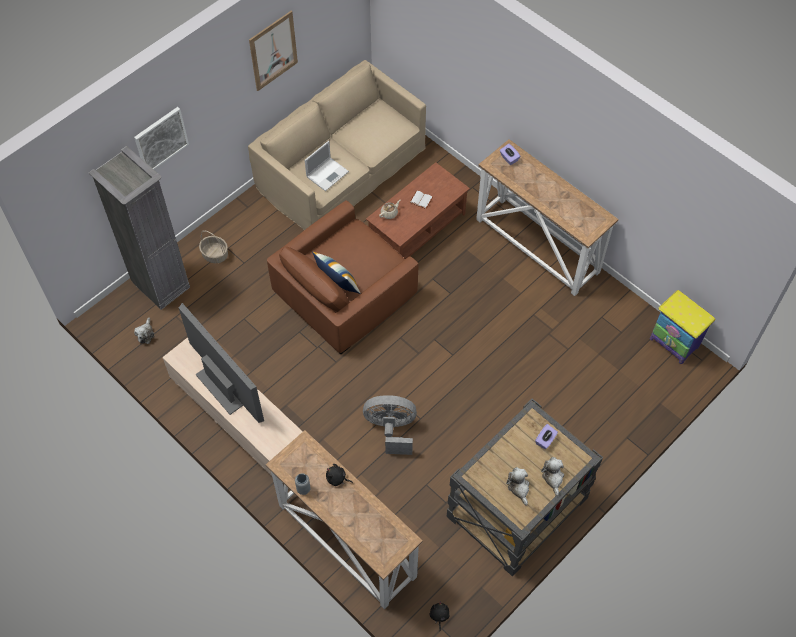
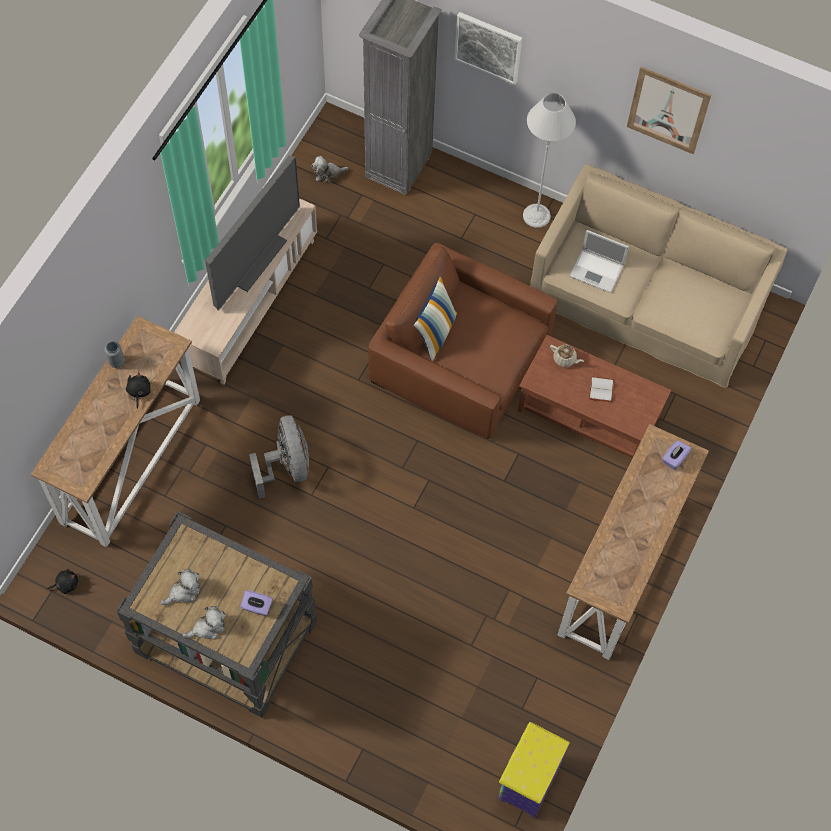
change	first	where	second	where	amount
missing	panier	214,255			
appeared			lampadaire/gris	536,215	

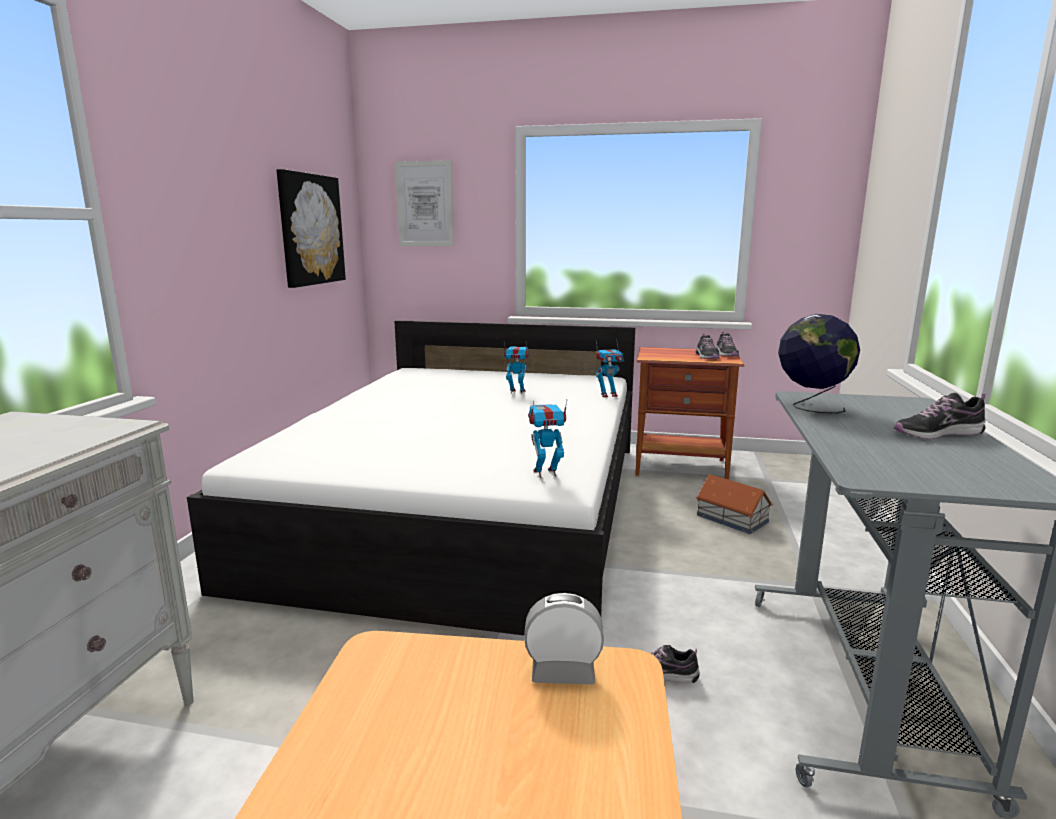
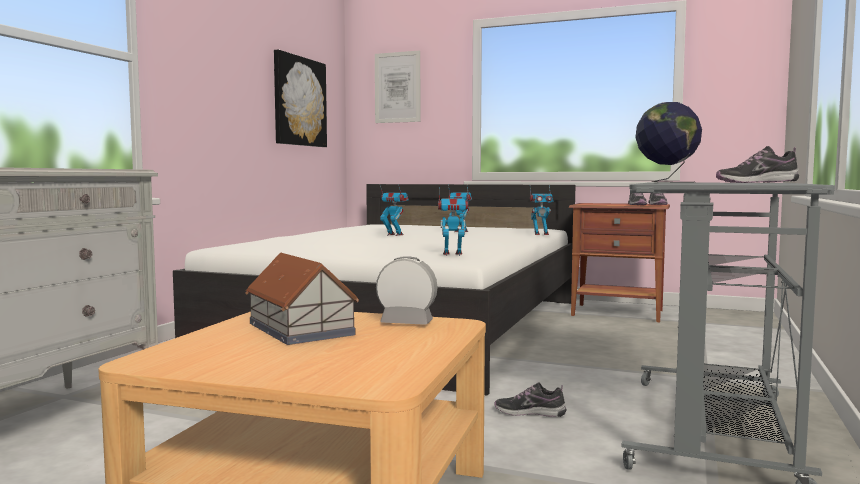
change	first	where	second	where	amount
appeared			robot jouet	394,235	
relocated	maison miniature	732,519		300,329	

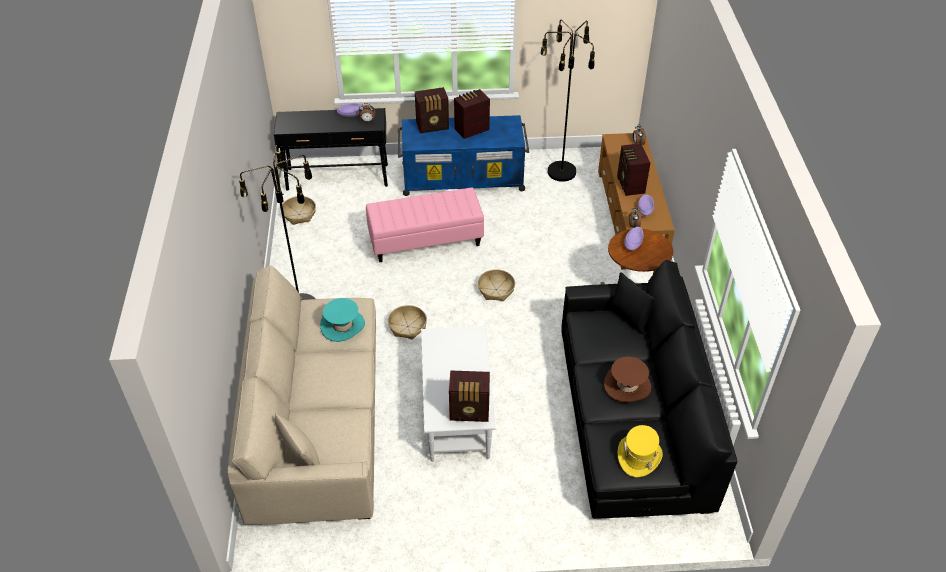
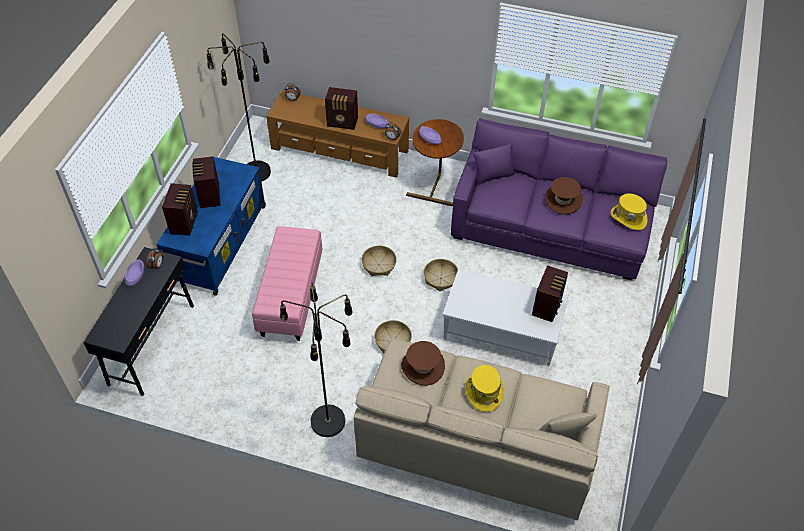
change	first	where	second	where	amount
appeared			chapeau/jaune	483,392	
relocated	panier	299,214		441,278	
colour	chapeau/turquoise	342,325	chapeau/marron	423,367	
colour	canapé/noir	632,419	canapé/violet	551,227	

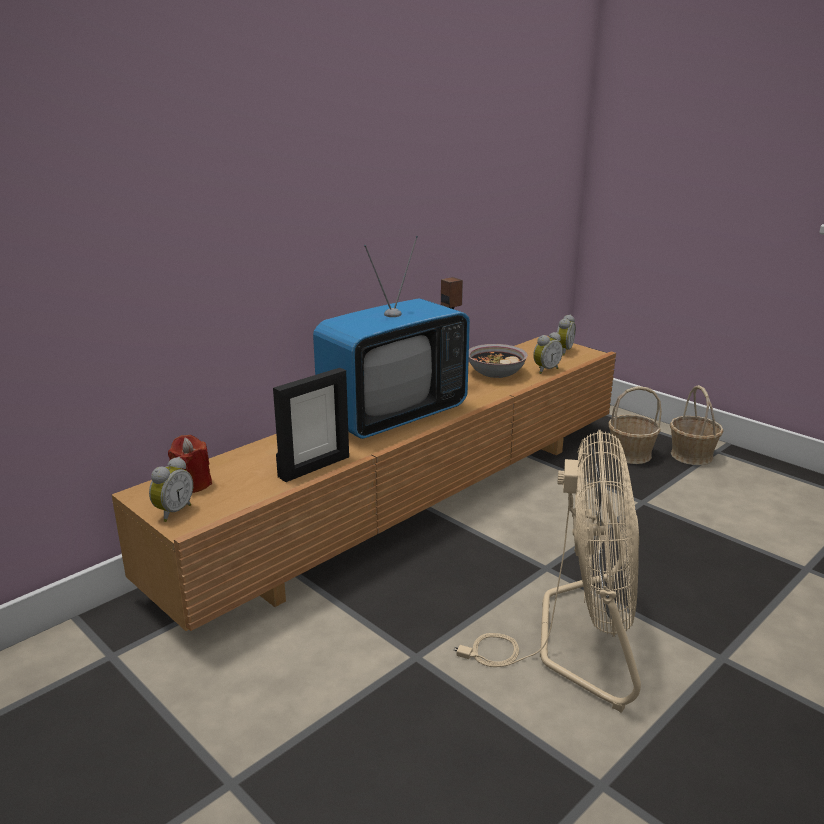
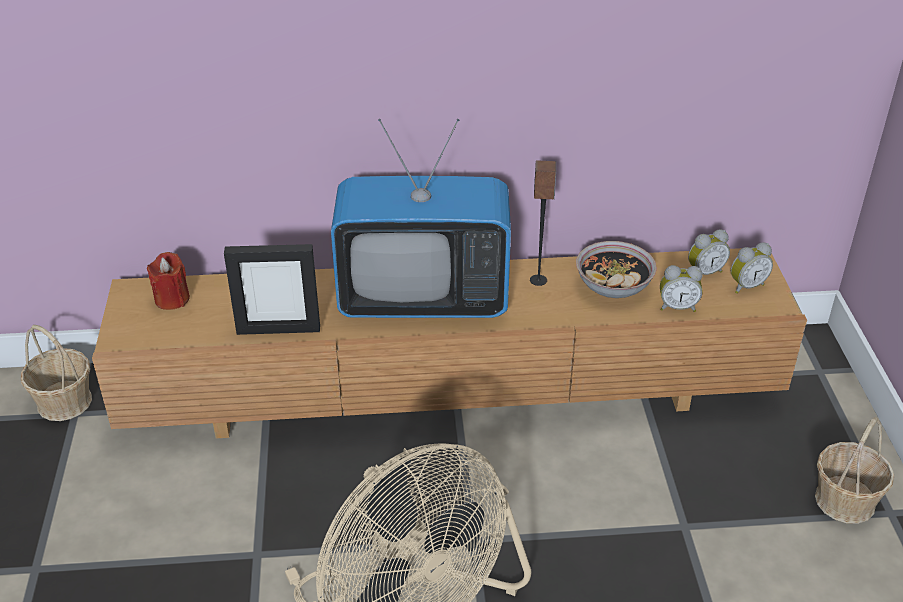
change	first	where	second	where	amount
relocated	réveil	172,512		704,272	
relocated	panier	630,454		64,401	

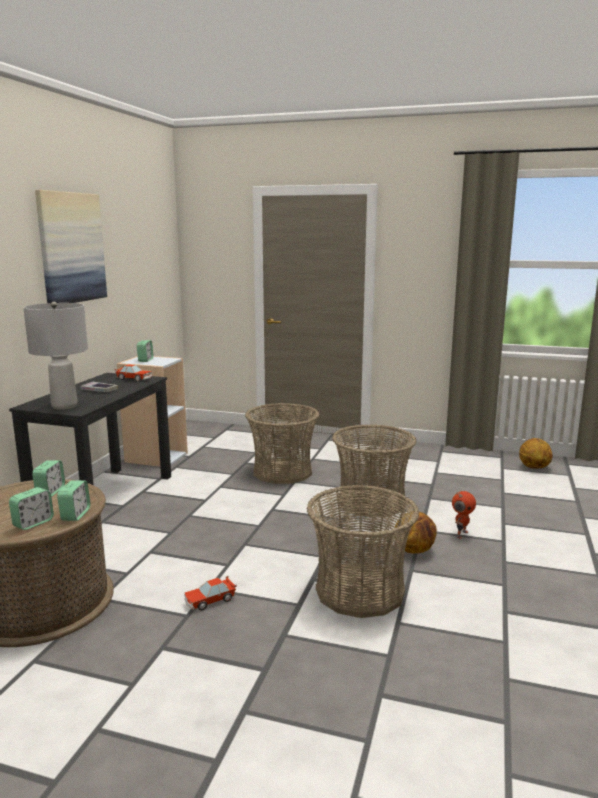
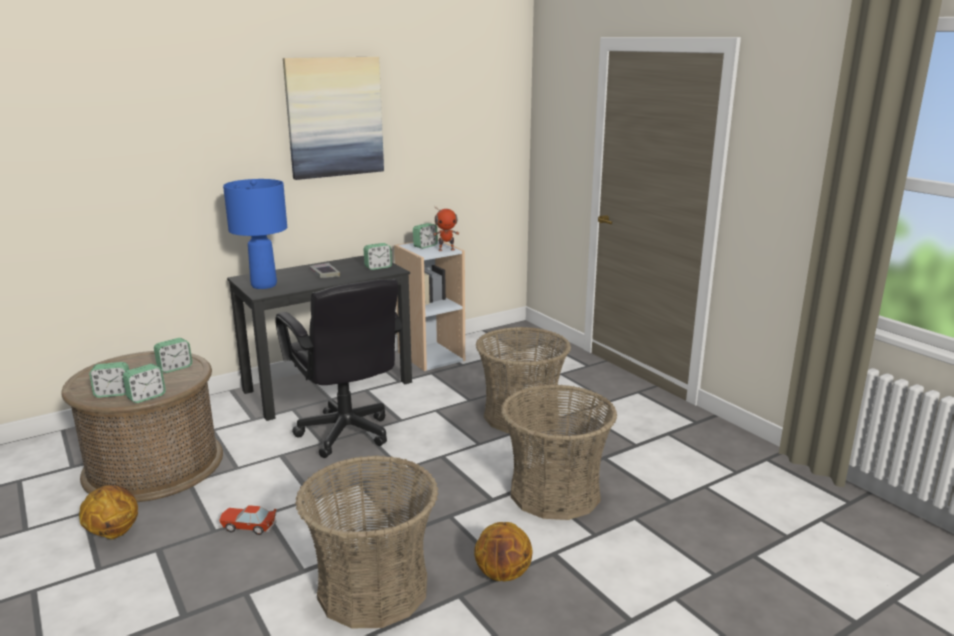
change	first	where	second	where	amount
appeared			chaise de bureau/noir	348,436	
relocated	robot jouet	461,534		446,249	
relocated	ballon de basket	533,467		113,533	
exchanged	petite voiture	134,379	réveil	378,267	
colour	lampe de table/gris	64,406	lampe de table/bleu	263,285	

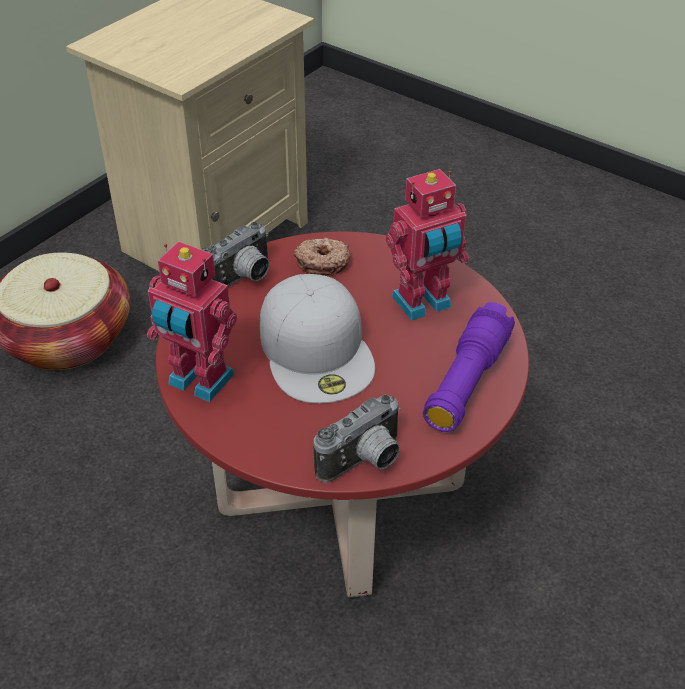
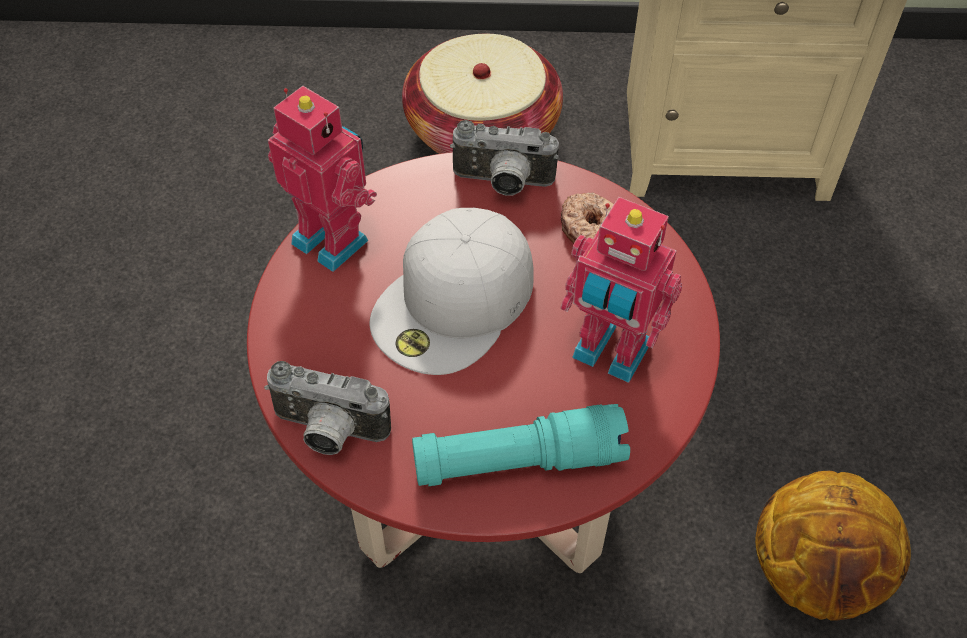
change	first	where	second	where	amount
appeared			ballon de basket	815,574	
colour	lampe de poche/violet	466,381	lampe de poche/turquoise	519,461	
spun	robot jouet	199,382		333,239	135 degrees clockwise

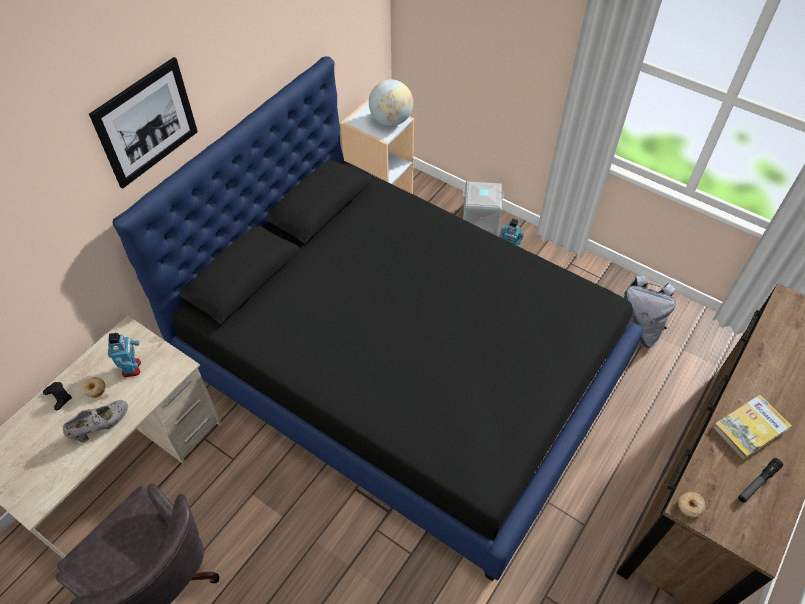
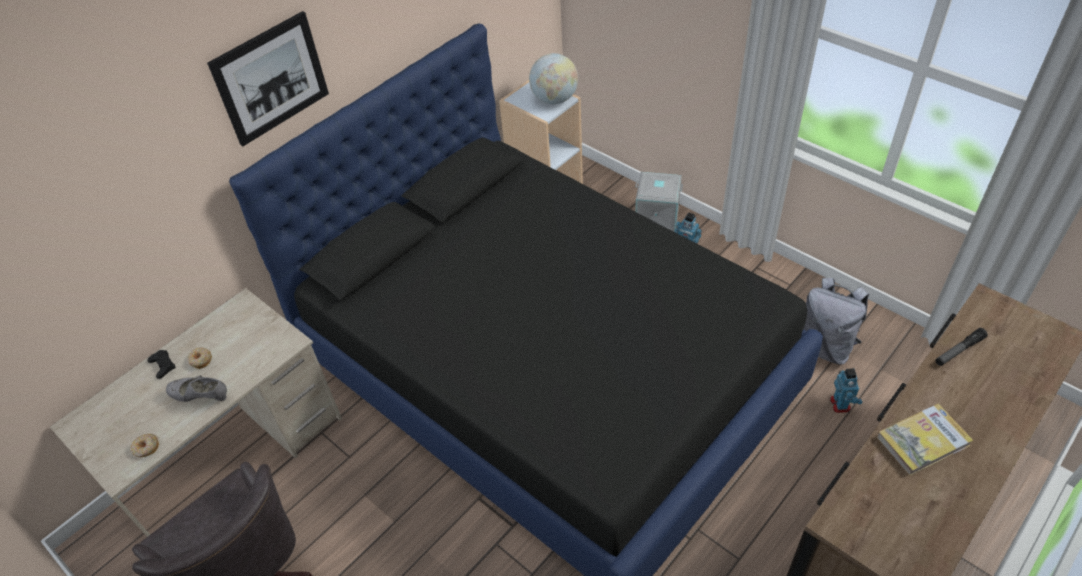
change	first	where	second	where	amount
relocated	robot jouet	132,368		840,404	
relocated	beignet	689,506		146,448	
relocated	lampe de poche	757,483		959,350	
spun	chaussure/gris	101,426		201,397	135 degrees counterclockwise

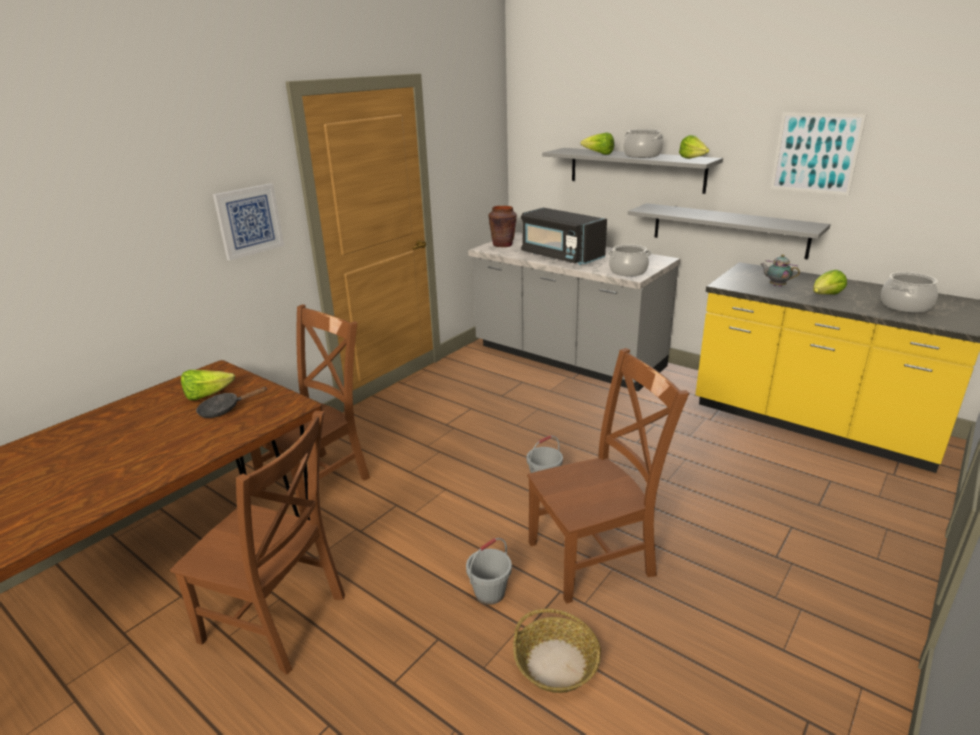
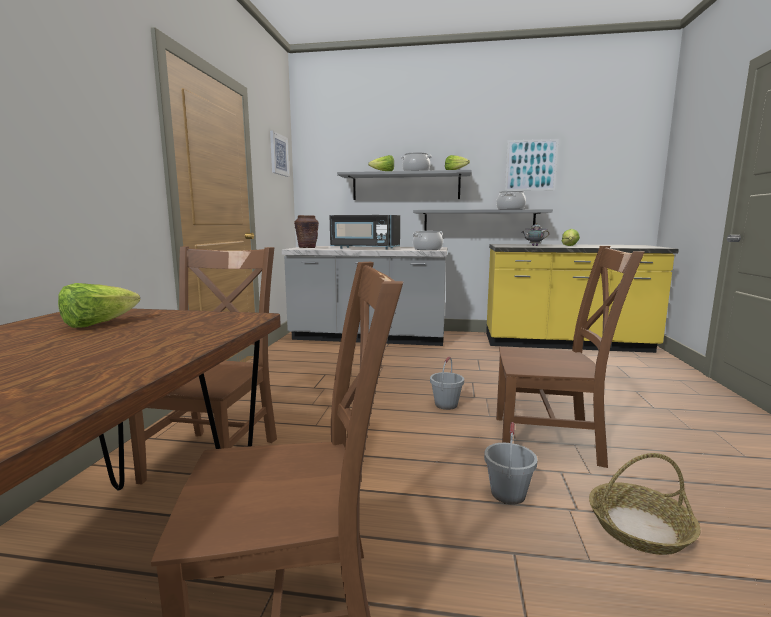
change	first	where	second	where	amount
missing	poêle/noir	224,410			
relocated	tableau	248,221		278,154	
relocated	marmite	905,306		510,209	
spun	chaise/marron	595,557		551,440	60 degrees clockwise

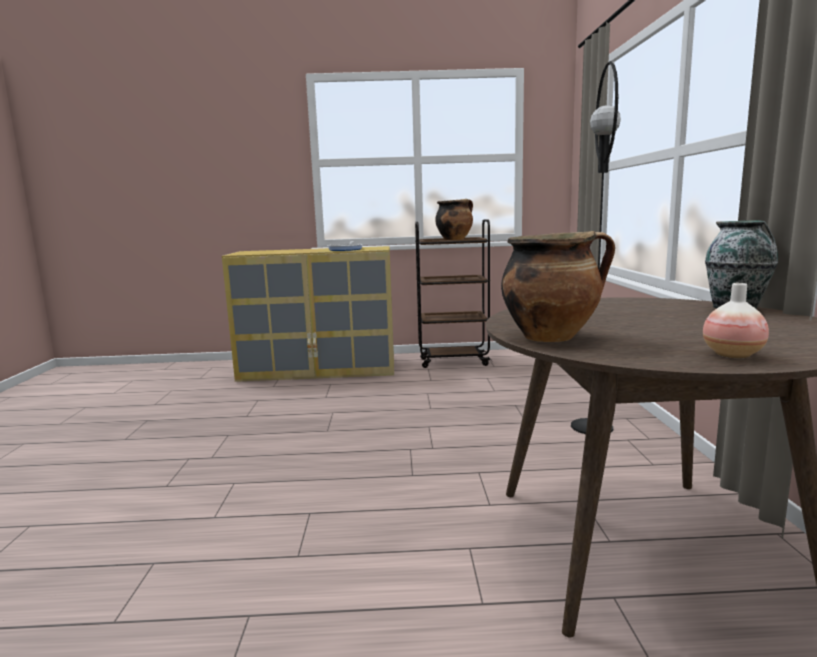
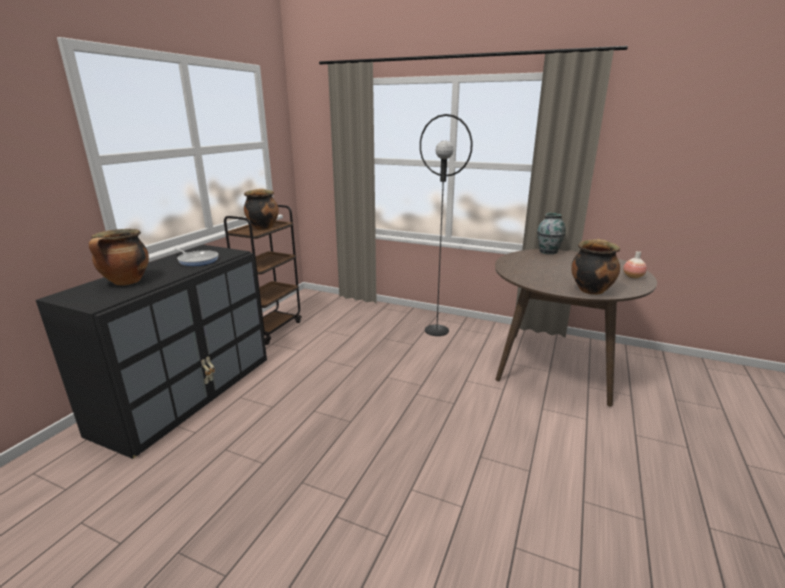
change	first	where	second	where	amount
appeared			marmite	126,282	
colour	meuble de rangement/jaune	319,370	meuble de rangement/noir	187,394	

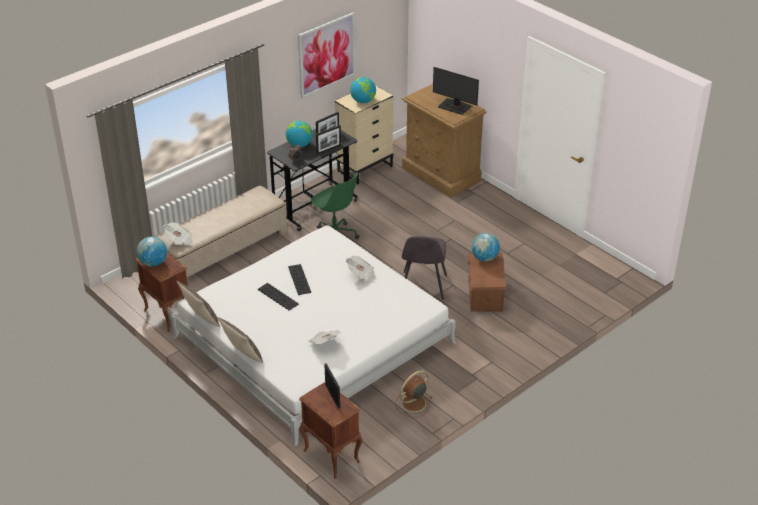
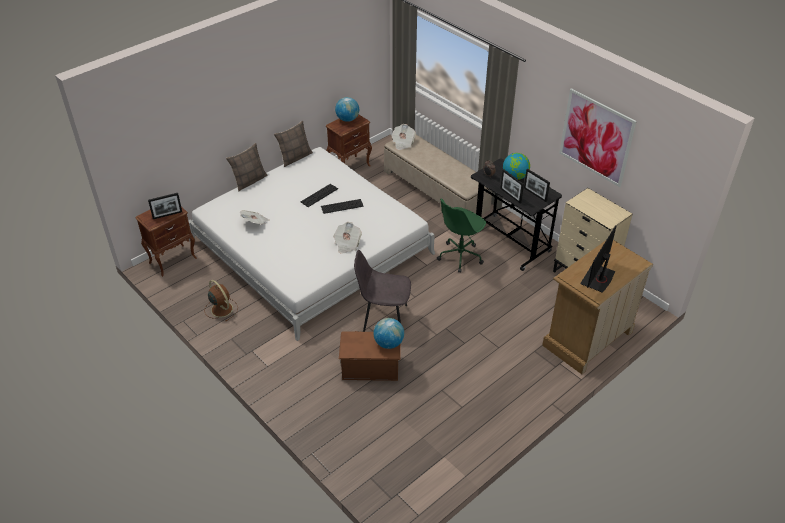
change	first	where	second	where	amount
missing	globe	363,101			

